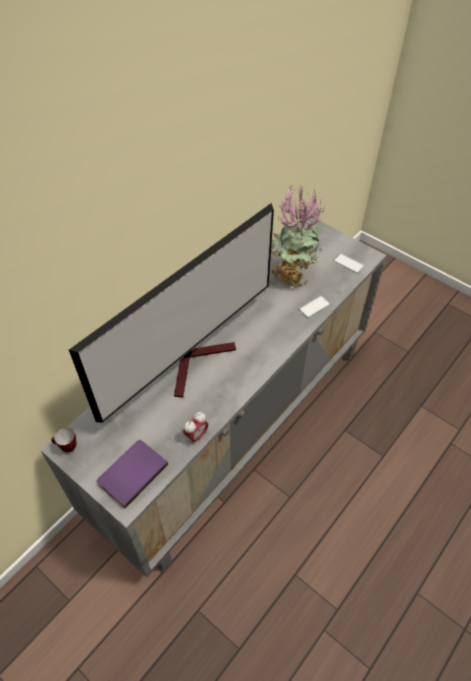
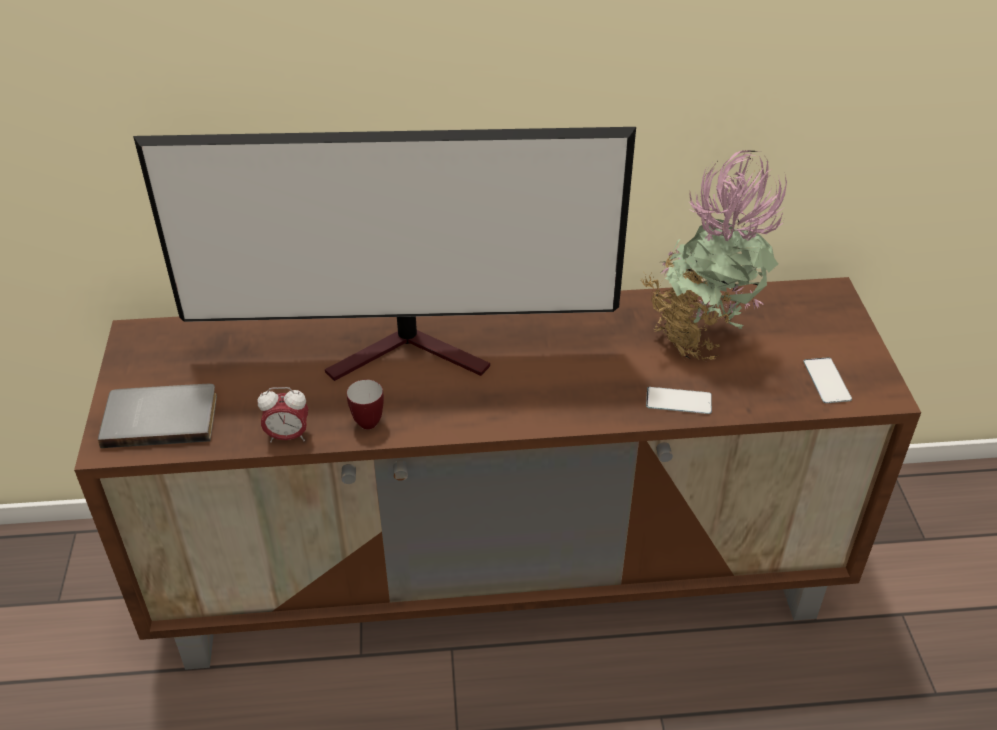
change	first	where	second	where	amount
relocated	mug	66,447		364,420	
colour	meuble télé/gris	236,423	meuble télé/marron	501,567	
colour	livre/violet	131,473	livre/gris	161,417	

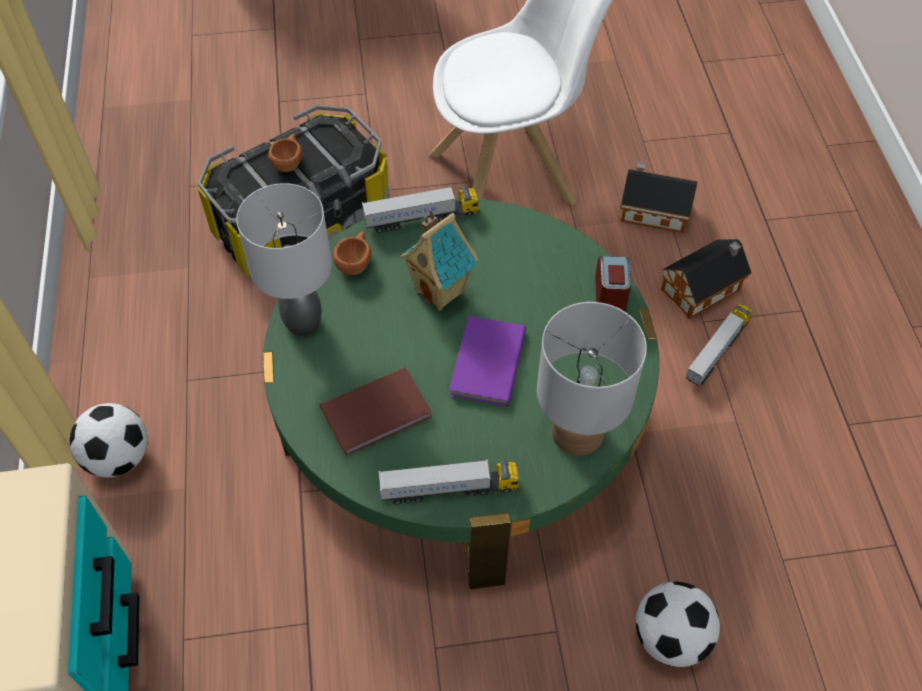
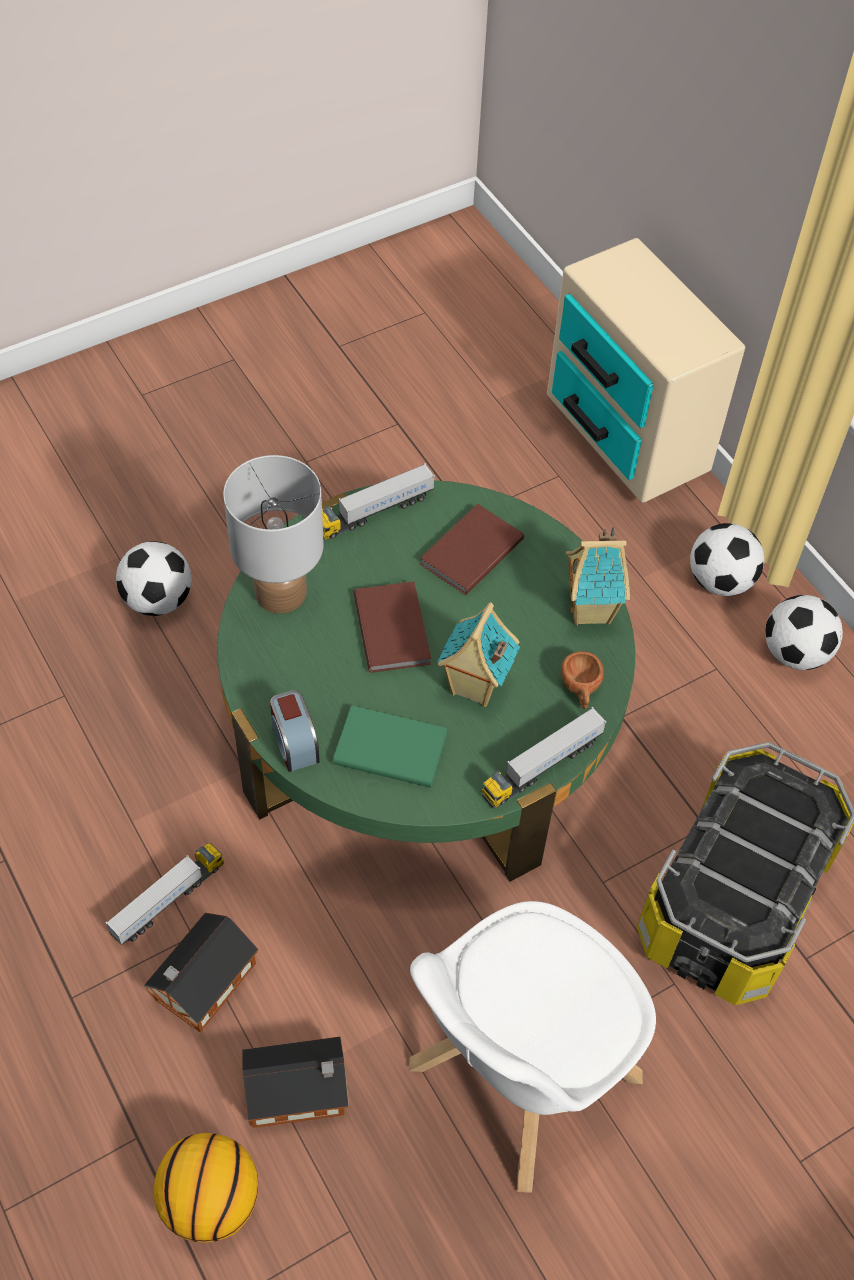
change	first	where	second	where	amount
missing	tasse/marron	289,162			
appeared			ballon de basket	210,1201	
appeared			livre/vert	389,747	
appeared			ballon de foot	795,653	
exchanged	lampe de table/gris	302,322	maison miniature	592,610	
colour	livre/violet	485,363	livre/marron	394,628	
spun	camion jouet	717,351		168,900	150 degrees counterclockwise

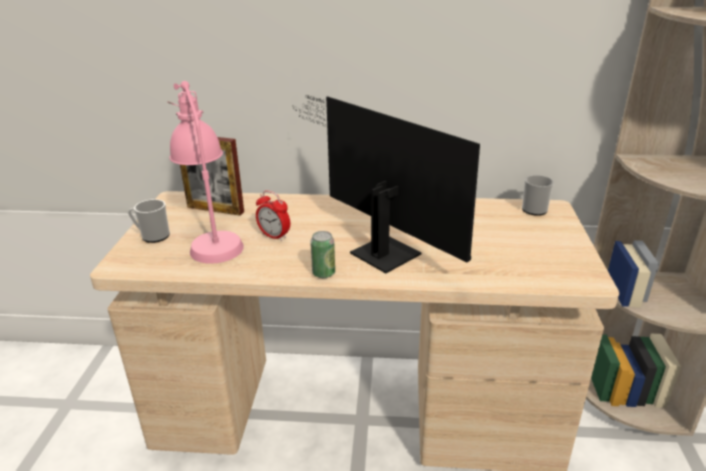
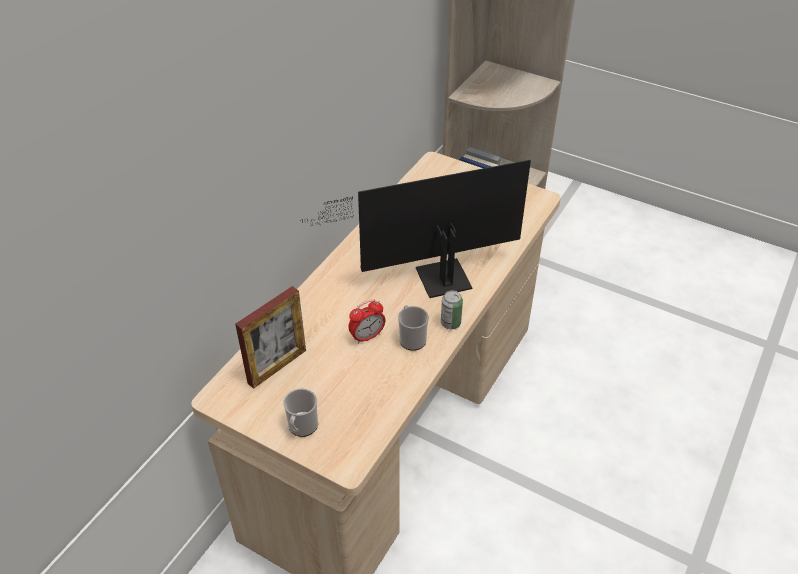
change	first	where	second	where	amount
missing	lampe de table/rose	211,238			
relocated	mug	536,208		411,338	

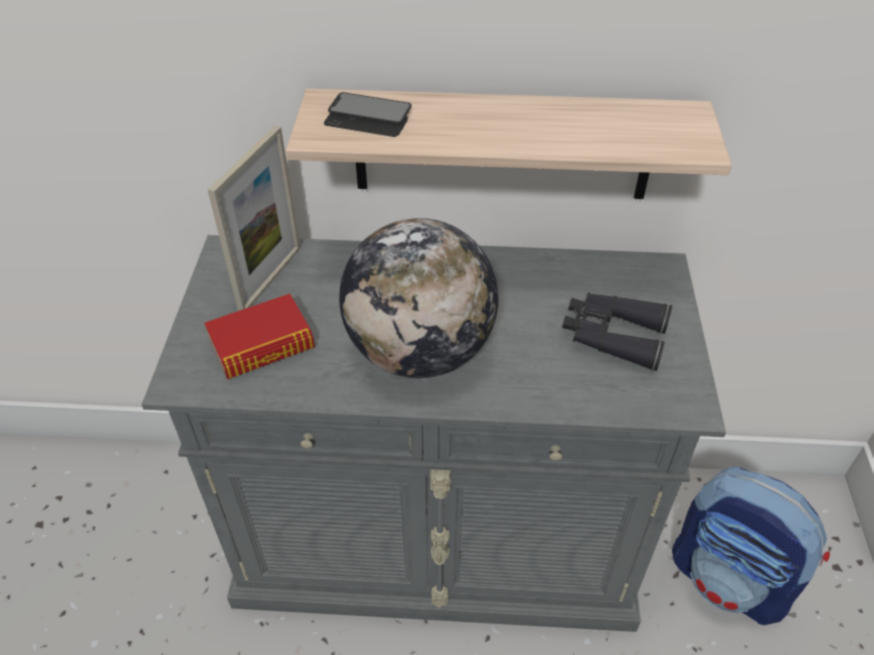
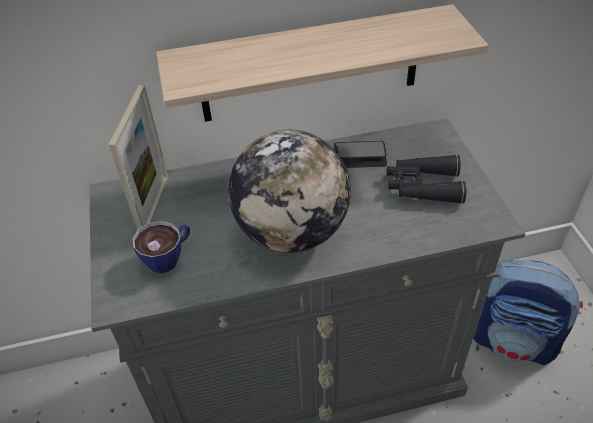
change	first	where	second	where	amount
relocated	téléphone	368,117		360,156	
exchanged	livre	262,344	tasse	169,257	

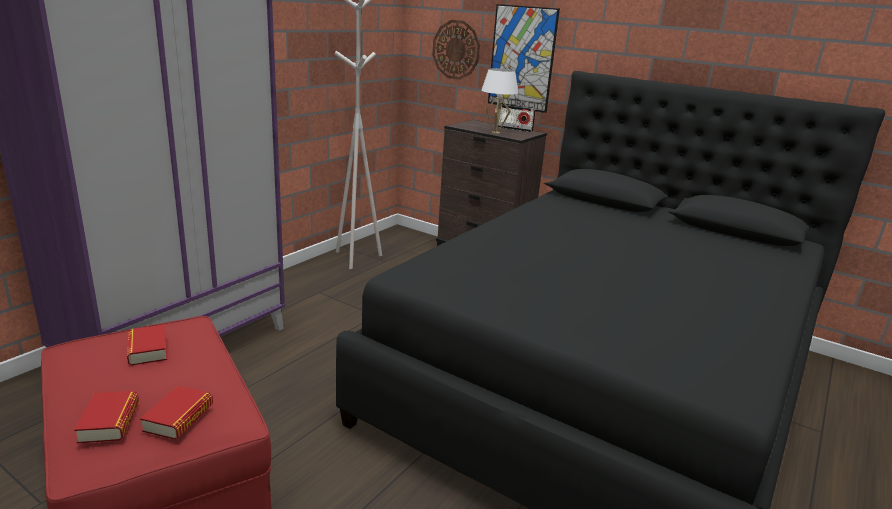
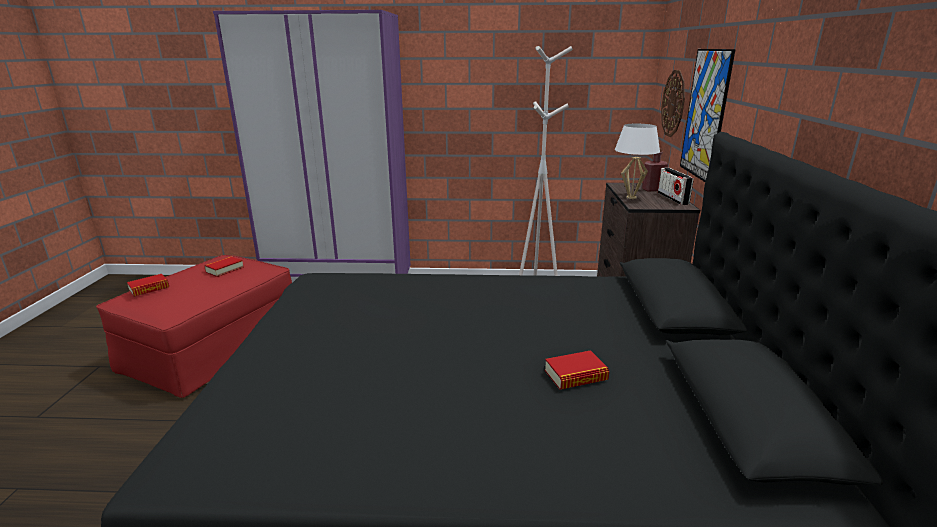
change	first	where	second	where	amount
appeared			bouteille/rouge	652,189	
relocated	livre	178,418		575,376	

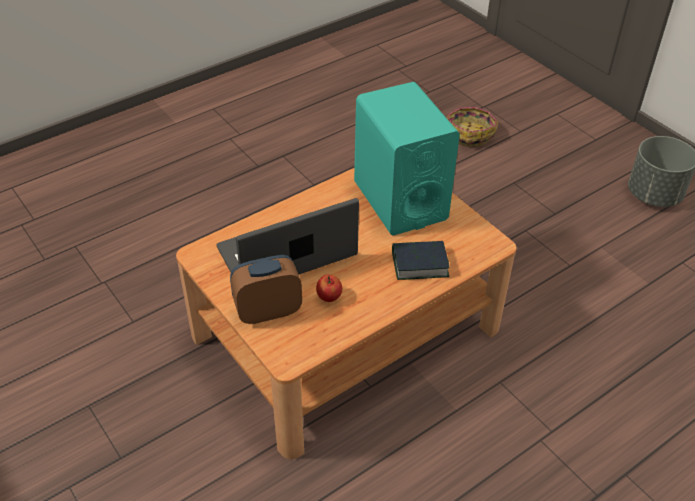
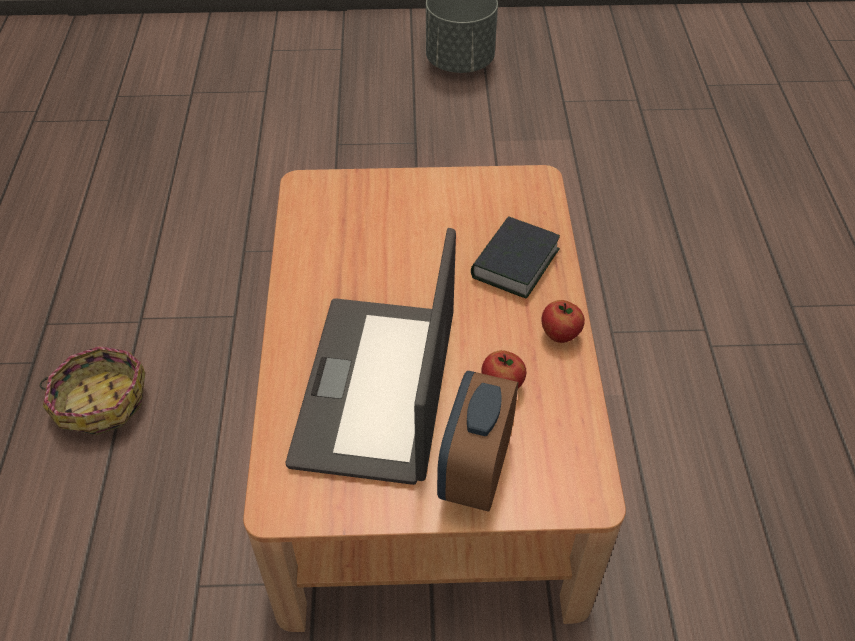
change	first	where	second	where	amount
missing	enceinte/turquoise	399,200			
appeared			pomme	560,334	
relocated	panier	470,133		100,400	

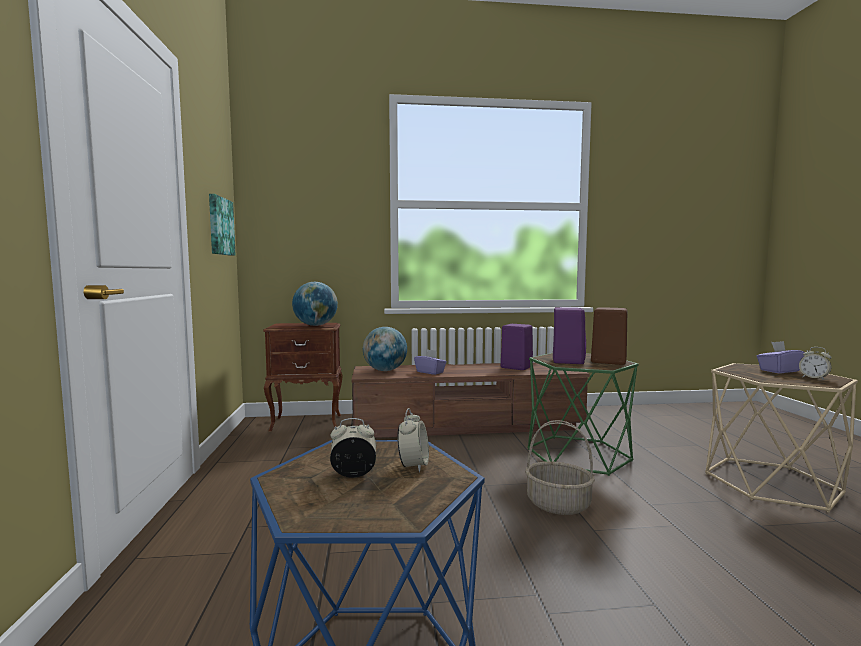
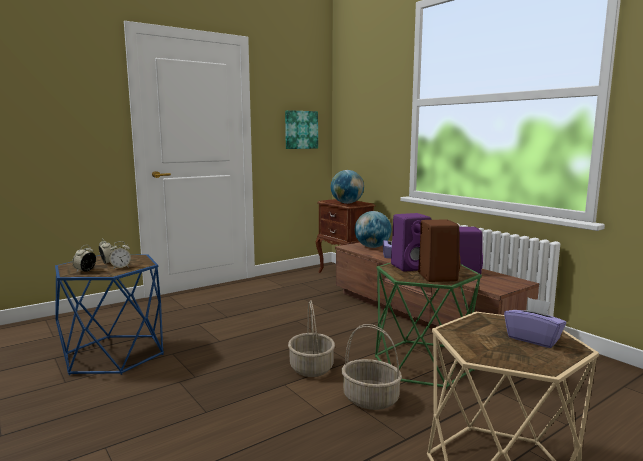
change	first	where	second	where	amount
appeared			panier	371,399	
relocated	réveil	814,378		85,270	

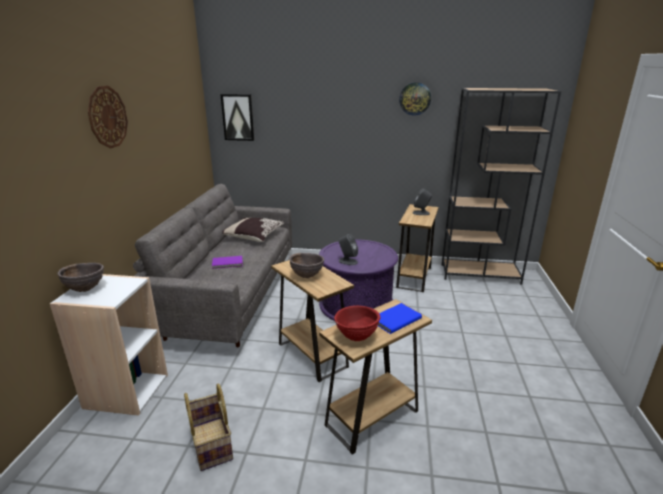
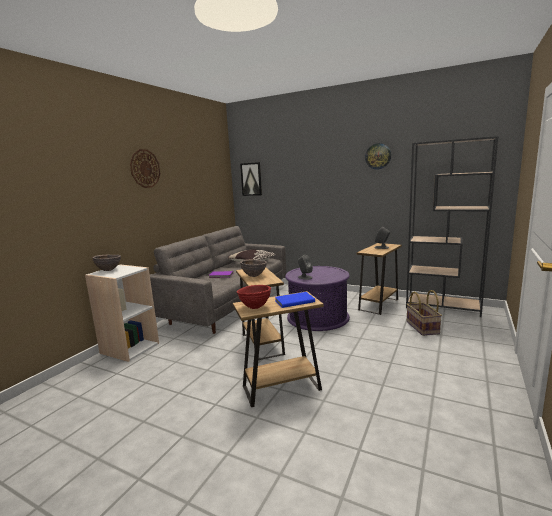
change	first	where	second	where	amount
relocated	panier	210,443		421,327	

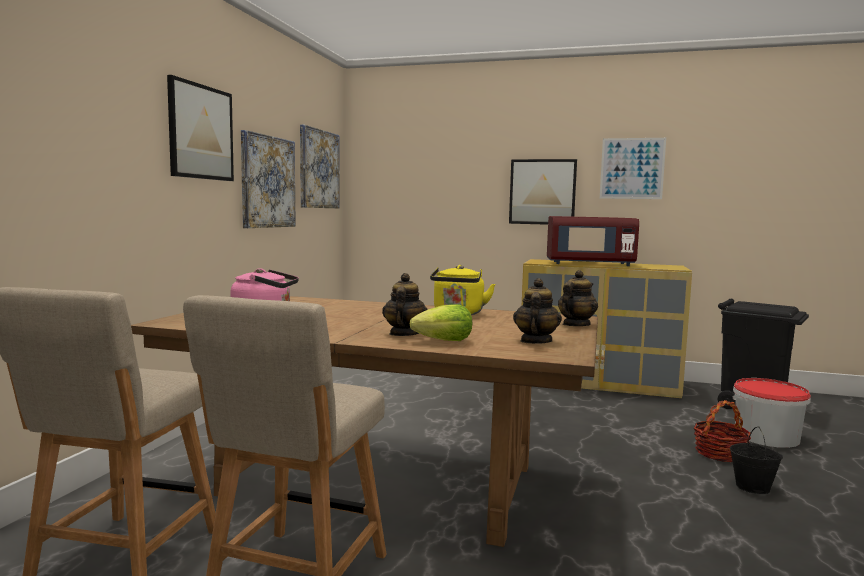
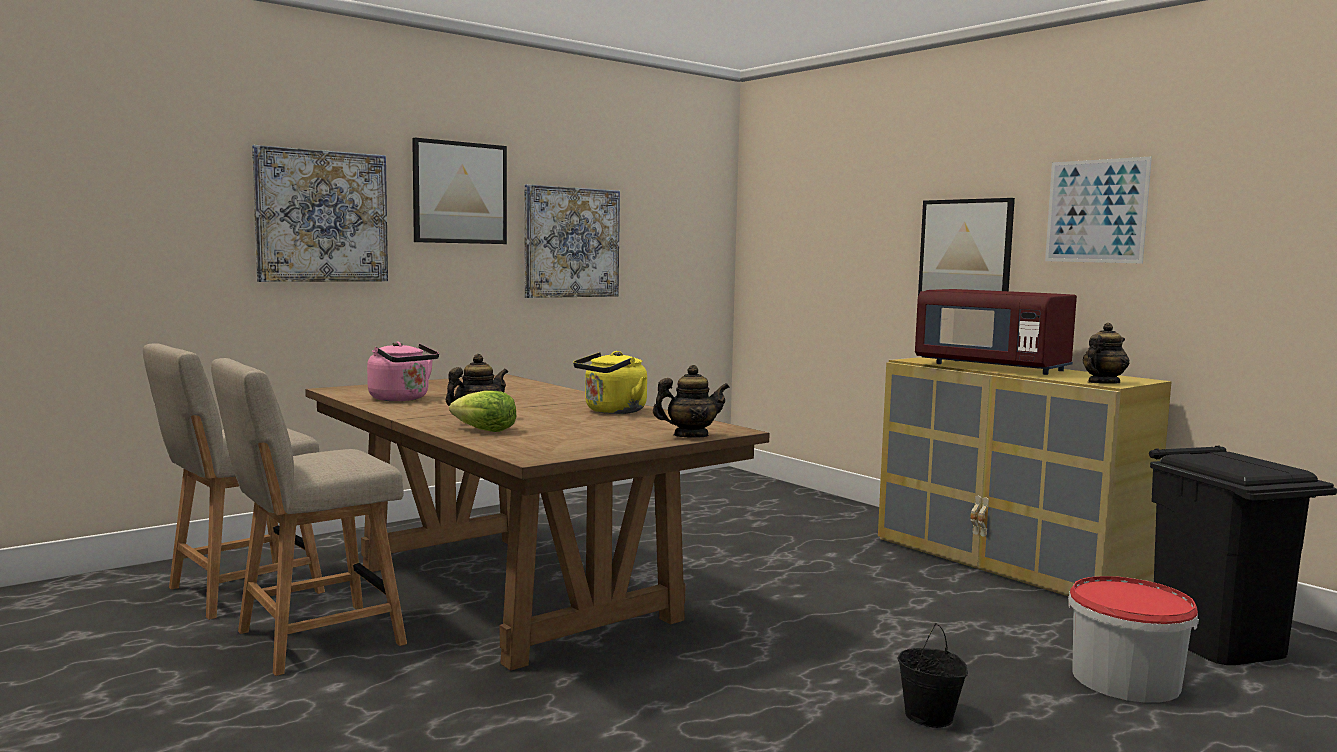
change	first	where	second	where	amount
missing	panier	720,453			
relocated	tableau	319,169		321,216	
relocated	théière	535,341		1103,383	

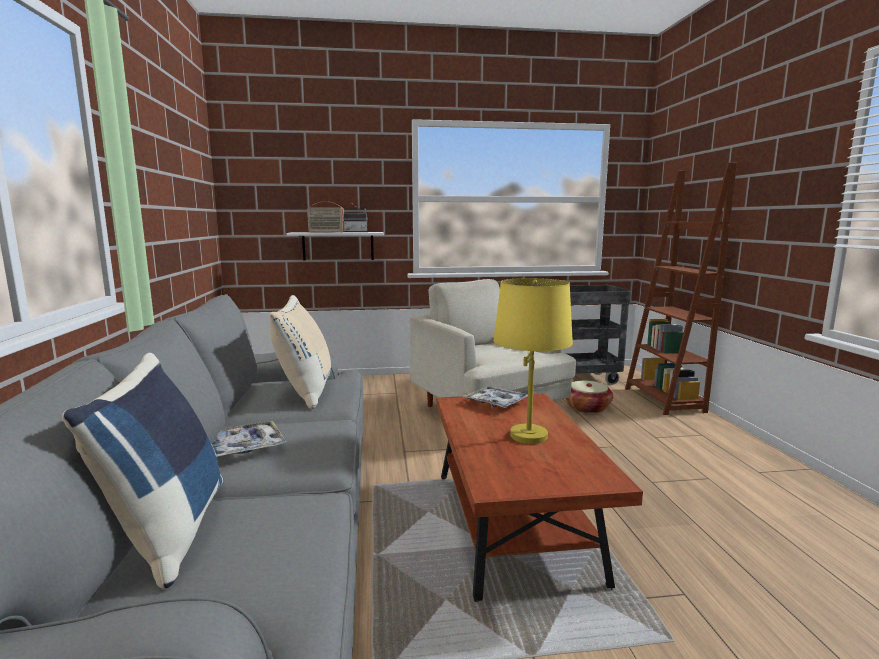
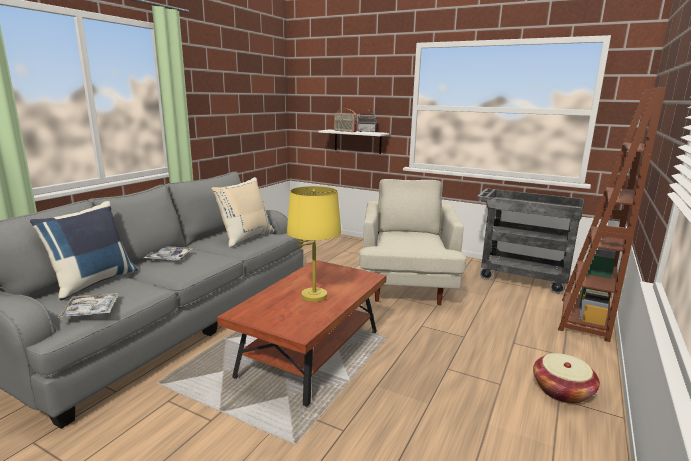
change	first	where	second	where	amount
relocated	plateau	496,403		91,310	
relocated	panier	587,408		562,391	

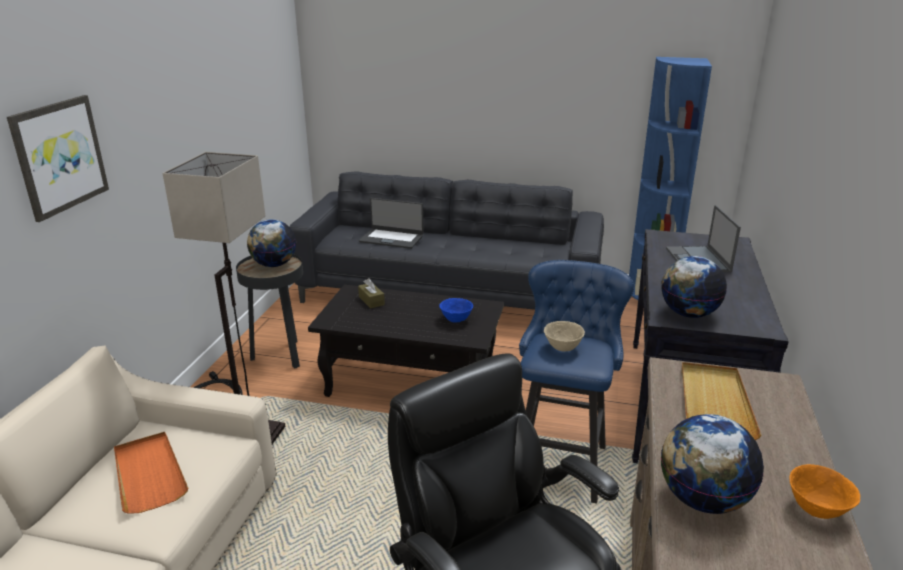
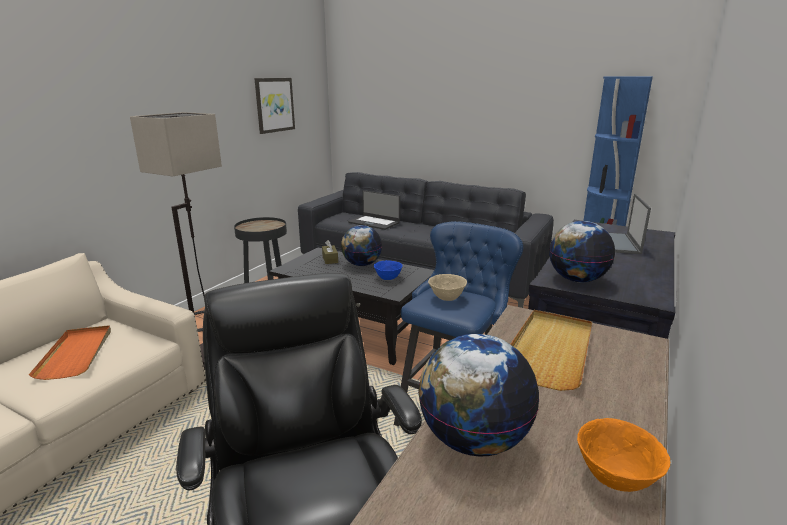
change	first	where	second	where	amount
relocated	tableau	59,156		274,105	
relocated	globe	274,265		361,264	

